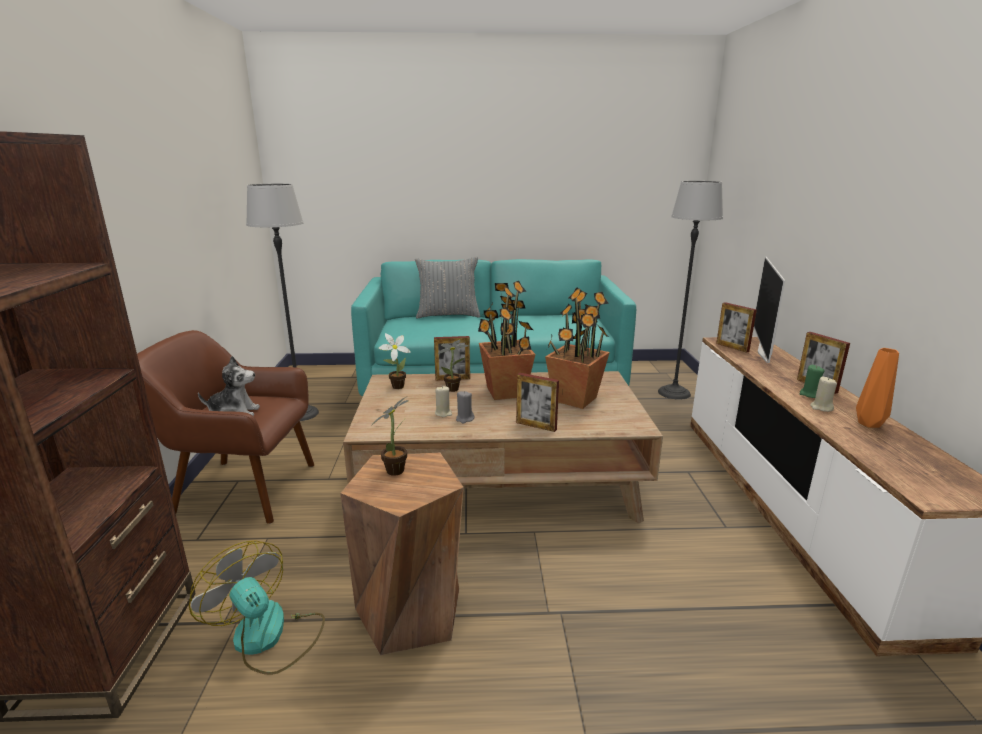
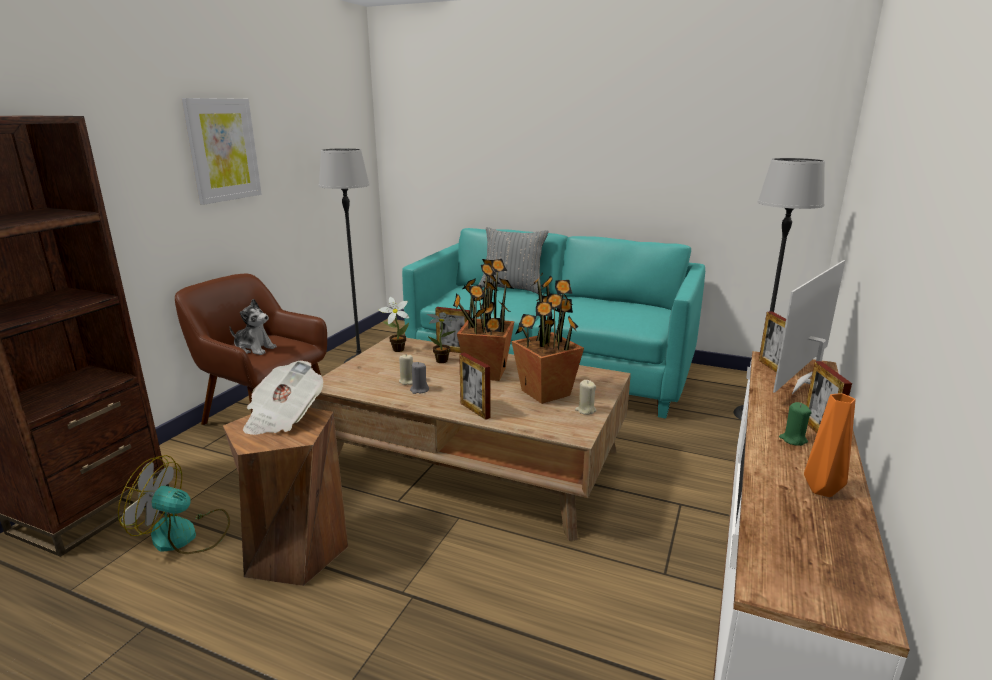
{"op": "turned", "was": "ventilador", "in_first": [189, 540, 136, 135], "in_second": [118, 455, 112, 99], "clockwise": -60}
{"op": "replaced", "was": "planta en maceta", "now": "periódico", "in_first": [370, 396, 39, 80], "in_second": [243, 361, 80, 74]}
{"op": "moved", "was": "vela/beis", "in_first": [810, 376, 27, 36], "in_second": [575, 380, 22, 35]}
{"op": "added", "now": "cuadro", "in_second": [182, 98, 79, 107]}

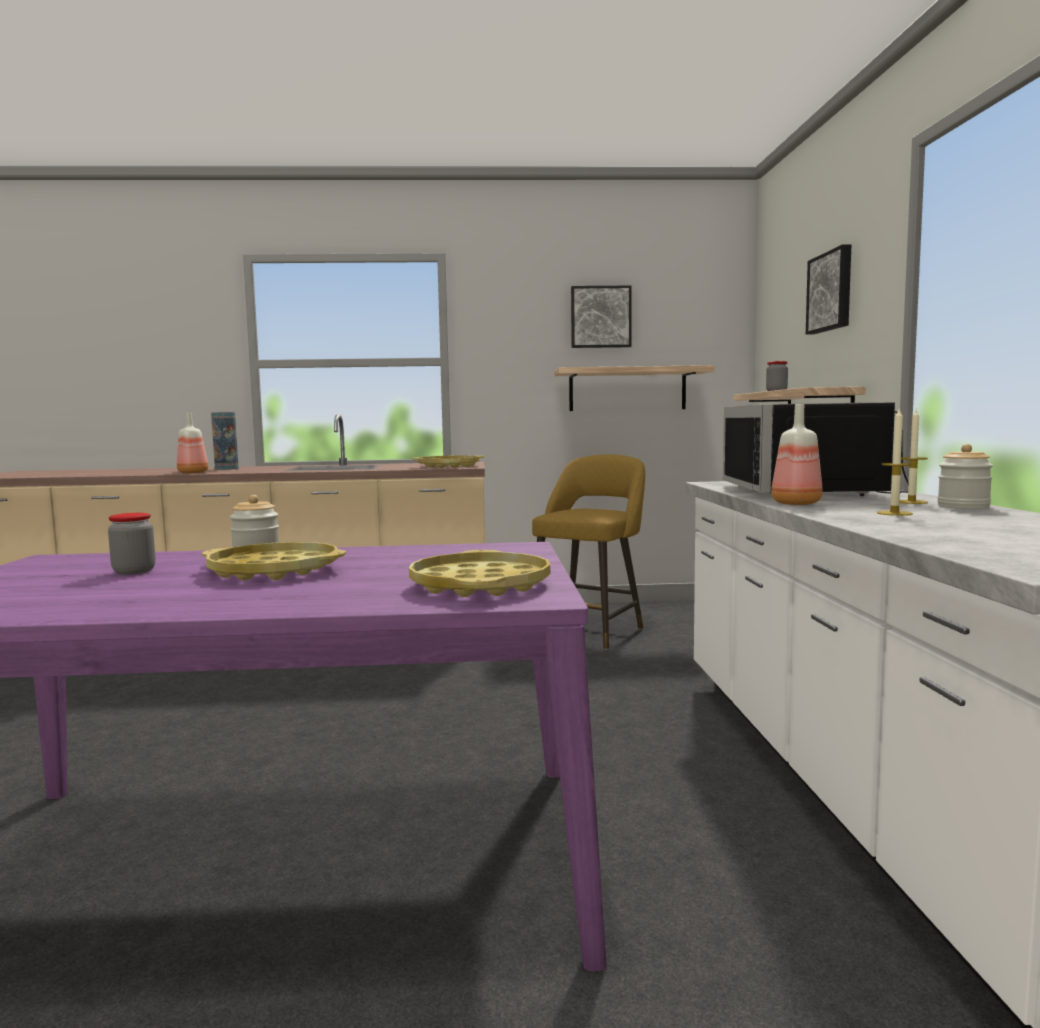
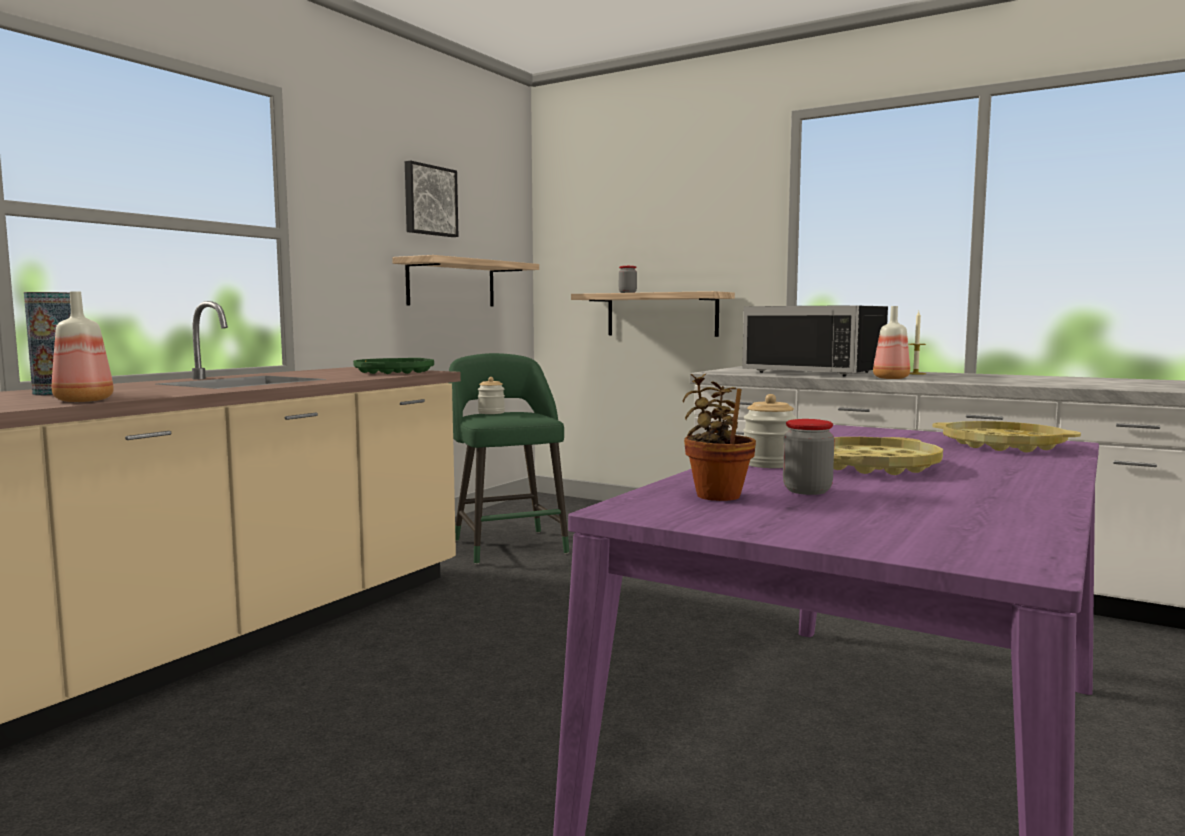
{"op": "recoloured", "was": "bandeja/amarillo", "now": "bandeja/verde", "in_first": [412, 455, 73, 13], "in_second": [353, 358, 81, 16]}
{"op": "recoloured", "was": "taburete/amarillo", "now": "taburete/verde", "in_first": [532, 454, 113, 196], "in_second": [449, 353, 120, 211]}
{"op": "removed", "was": "cuadro", "in_first": [806, 244, 45, 91]}
{"op": "removed", "was": "vela", "in_first": [877, 409, 36, 107]}
{"op": "moved", "was": "tarro", "in_first": [937, 444, 56, 65], "in_second": [478, 377, 27, 37]}
{"op": "added", "now": "planta en maceta", "in_second": [683, 374, 73, 127]}

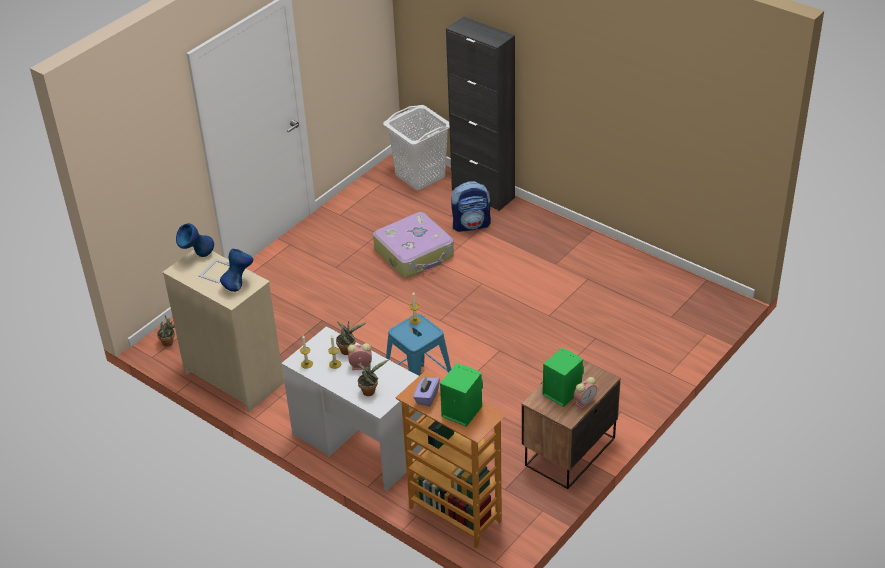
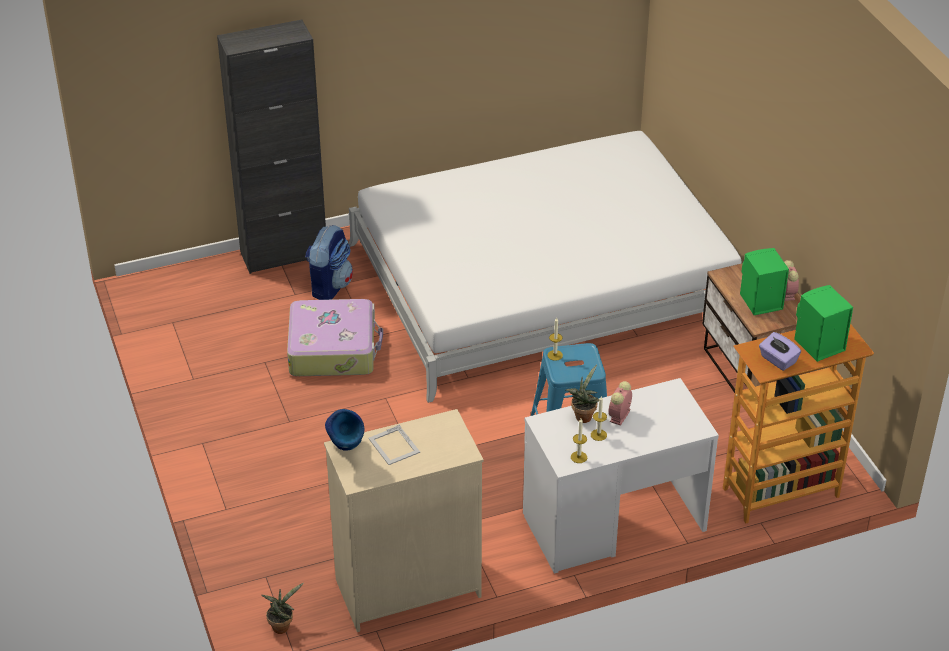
{"op": "removed", "was": "florero/azul", "in_first": [220, 249, 33, 43]}
{"op": "removed", "was": "planta en maceta", "in_first": [356, 360, 32, 36]}
{"op": "removed", "was": "cesto de la ropa/blanco", "in_first": [383, 105, 66, 85]}
{"op": "added", "now": "cama/blanco", "in_second": [348, 131, 393, 272]}

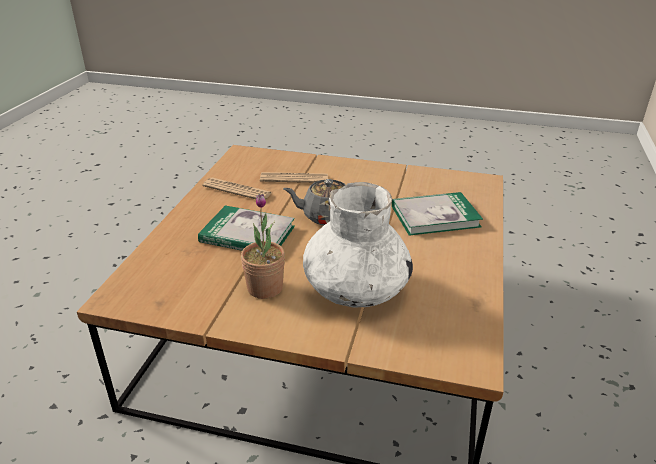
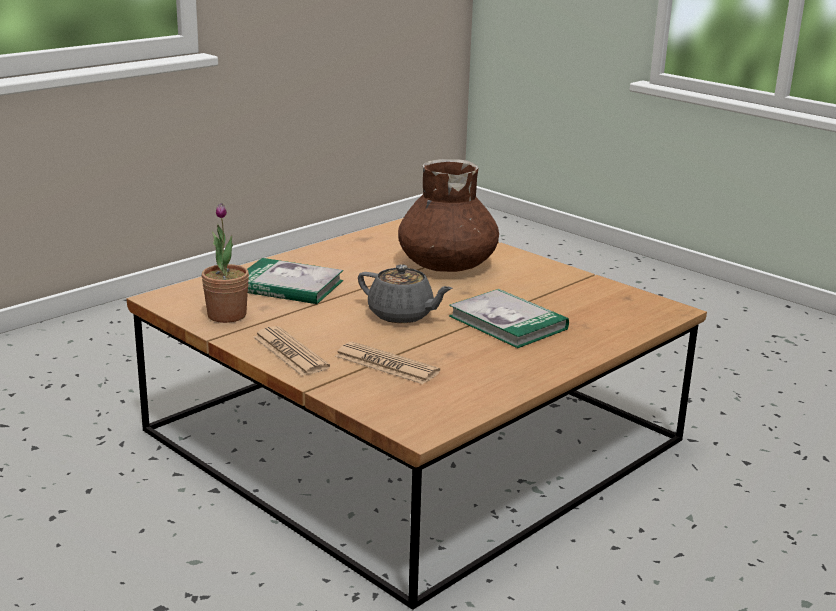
{"op": "moved", "was": "periódico", "in_first": [203, 178, 69, 22], "in_second": [253, 326, 77, 50]}
{"op": "moved", "was": "planta en maceta", "in_first": [241, 194, 44, 105], "in_second": [201, 203, 48, 120]}
{"op": "recoloured", "was": "florero/blanco", "now": "florero/marrón", "in_first": [303, 182, 110, 125], "in_second": [398, 159, 101, 113]}

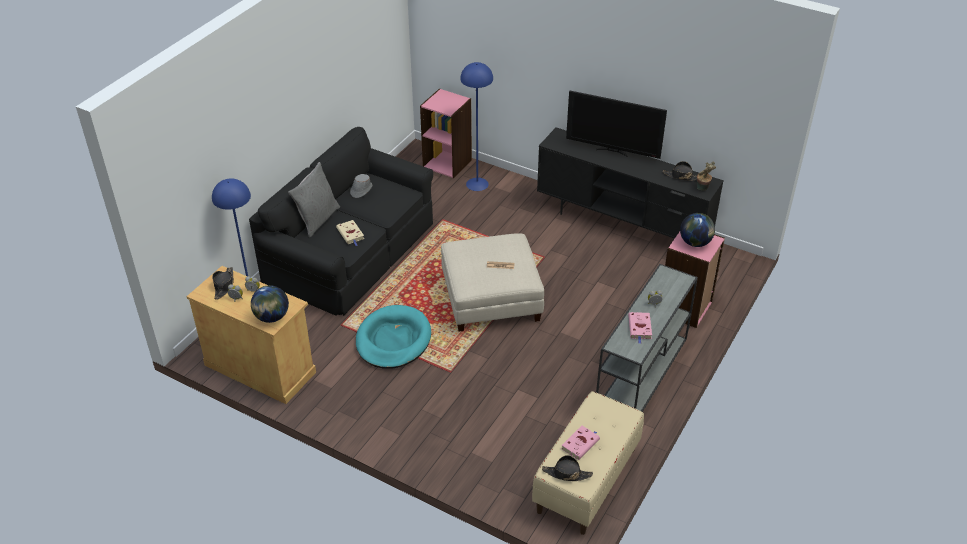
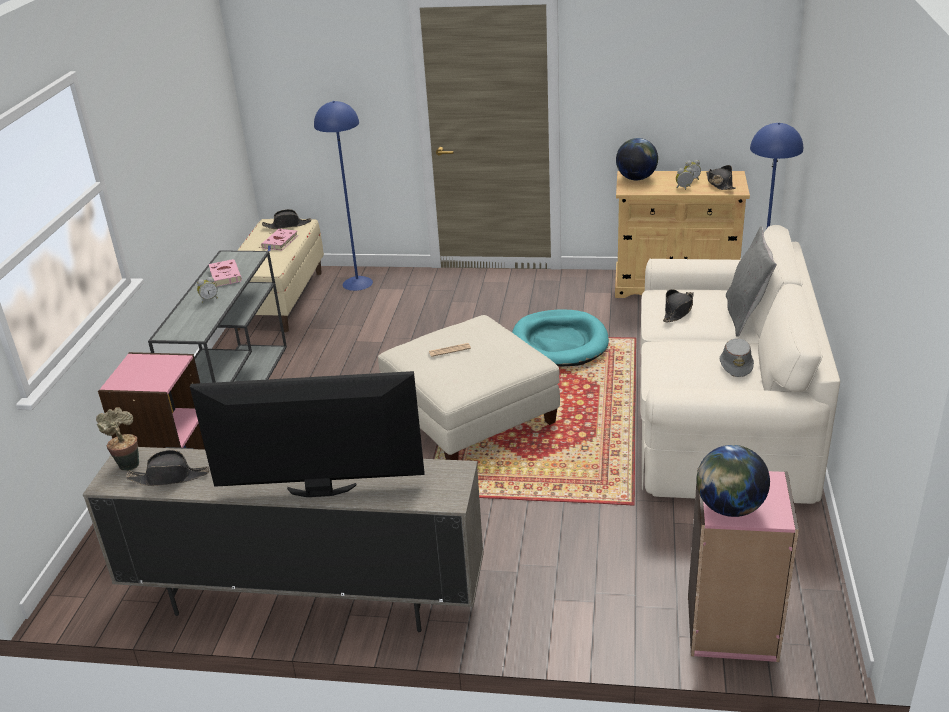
{"op": "recoloured", "was": "sofá/negro", "now": "sofá/beis", "in_first": [249, 127, 184, 189], "in_second": [641, 225, 199, 279]}
{"op": "replaced", "was": "libro/beis", "now": "sombrero/negro", "in_first": [336, 220, 28, 26], "in_second": [663, 289, 31, 33]}
{"op": "moved", "was": "lámpara de pie/azul", "in_first": [460, 62, 33, 129], "in_second": [314, 101, 59, 190]}
{"op": "recoloured", "was": "mueble de televisión/negro", "now": "mueble de televisión/beis", "in_first": [537, 127, 187, 112], "in_second": [83, 447, 401, 185]}
{"op": "moved", "was": "globo terráqueo", "in_first": [680, 213, 35, 34], "in_second": [696, 445, 74, 72]}

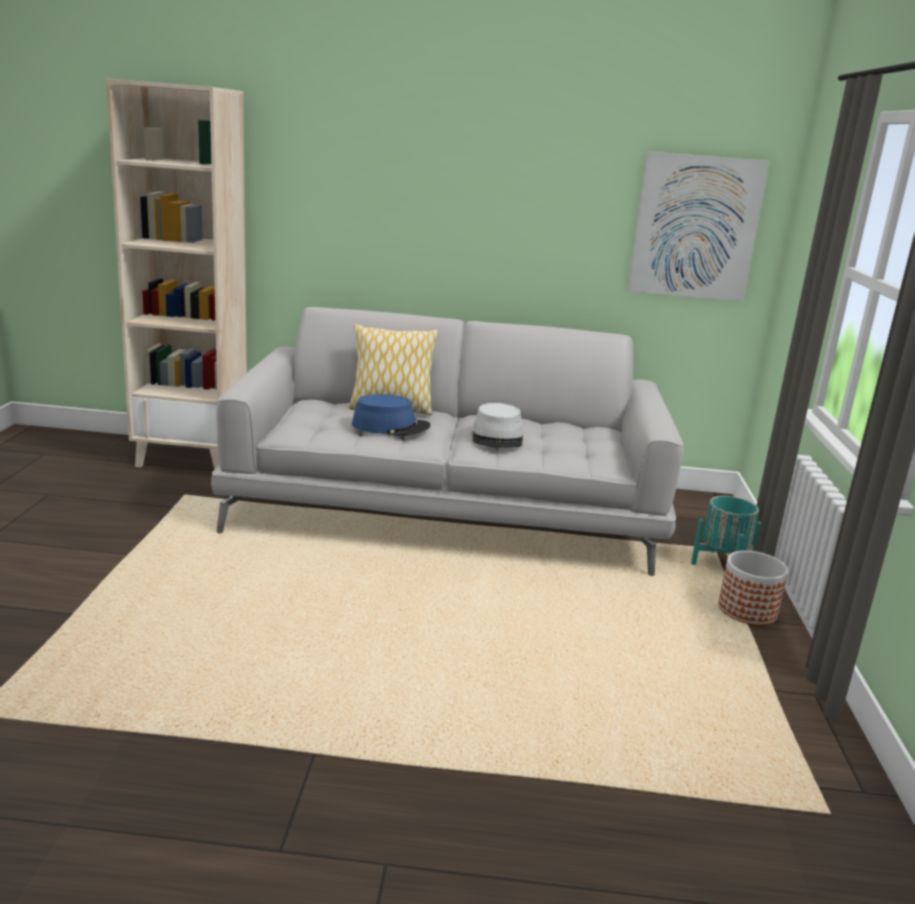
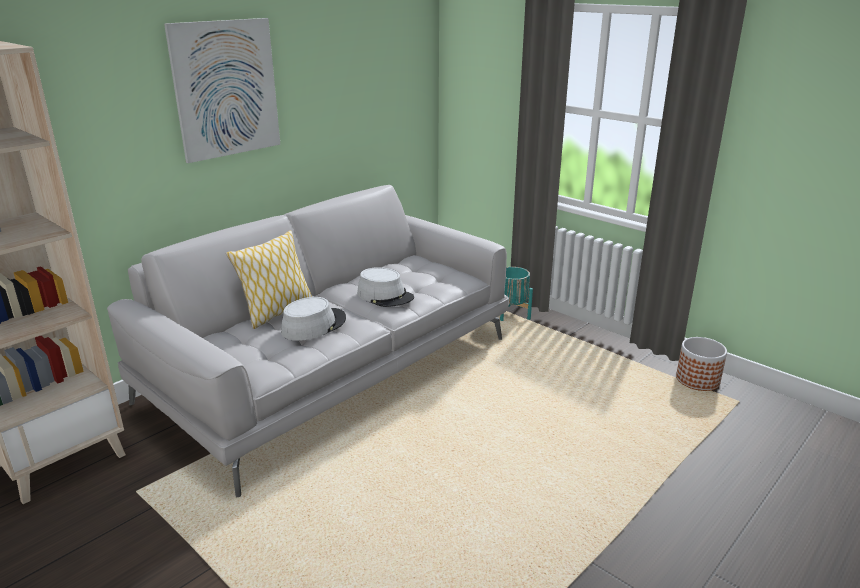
{"op": "recoloured", "was": "sombrero/azul", "now": "sombrero/gris", "in_first": [352, 394, 79, 42], "in_second": [281, 297, 65, 44]}
{"op": "moved", "was": "cuadro", "in_first": [627, 152, 142, 149], "in_second": [164, 18, 116, 145]}
{"op": "moved", "was": "maceta", "in_first": [718, 550, 70, 76], "in_second": [676, 337, 51, 54]}

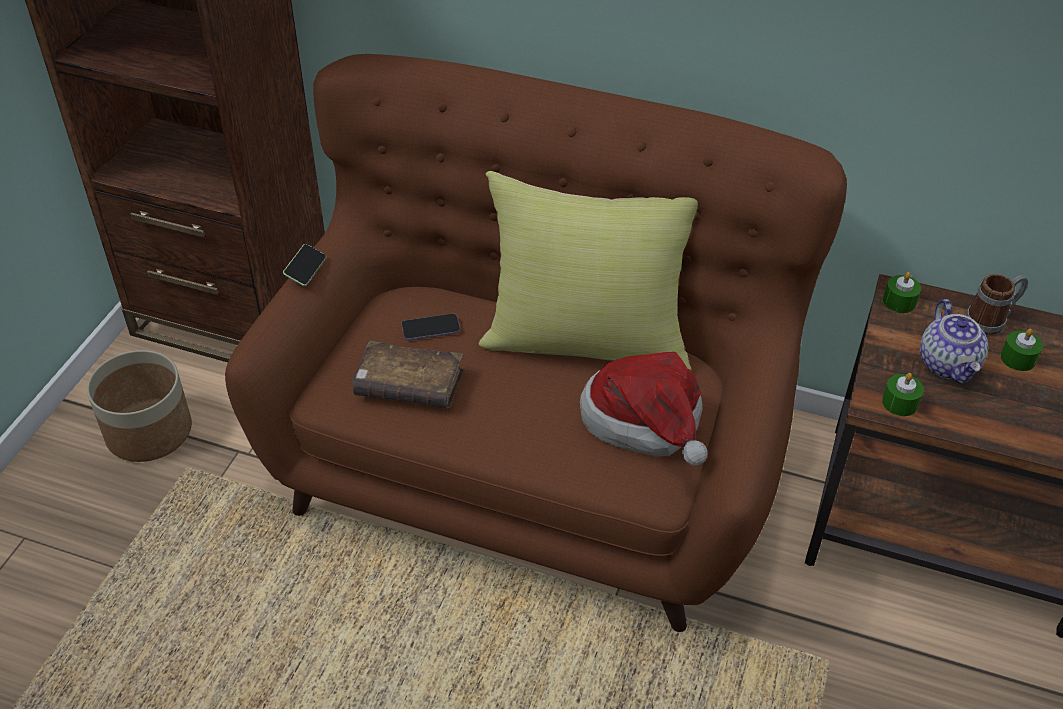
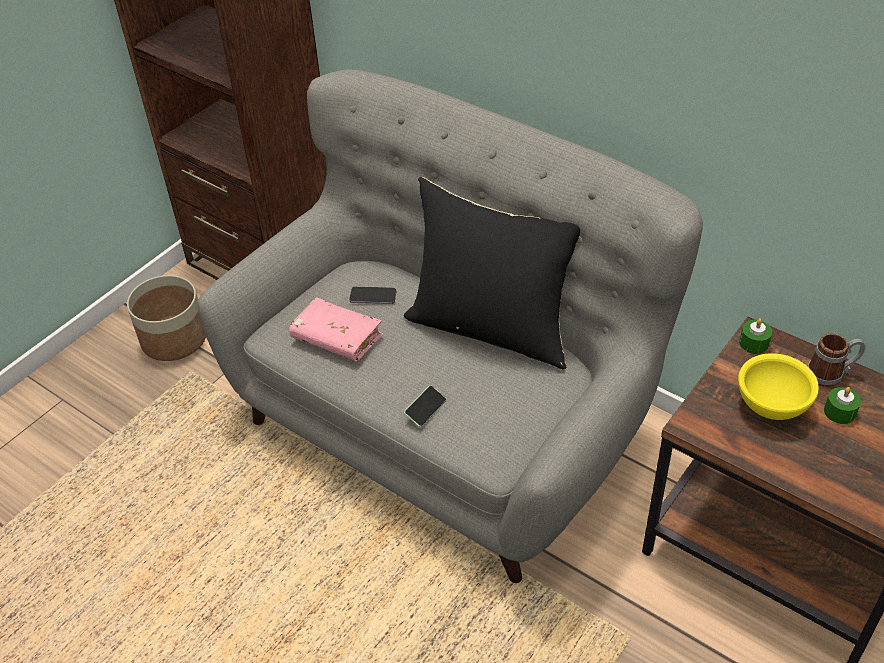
{"op": "recoloured", "was": "sofá/marrón", "now": "sofá/gris", "in_first": [225, 54, 622, 578], "in_second": [198, 69, 505, 514]}
{"op": "moved", "was": "móvil", "in_first": [283, 244, 43, 42], "in_second": [404, 385, 42, 42]}
{"op": "recoloured", "was": "libro/marrón", "now": "libro/rosa", "in_first": [352, 341, 112, 68], "in_second": [289, 297, 94, 64]}
{"op": "recoloured", "was": "cojín/amarillo", "now": "cojín/negro", "in_first": [478, 171, 220, 199], "in_second": [404, 177, 176, 193]}
{"op": "removed", "was": "sombrero", "in_first": [580, 352, 128, 114]}
{"op": "removed", "was": "vela/verde", "in_first": [882, 373, 42, 43]}
{"op": "replaced", "was": "tetera", "now": "cuenco/amarillo", "in_first": [920, 299, 68, 85], "in_second": [738, 353, 81, 67]}

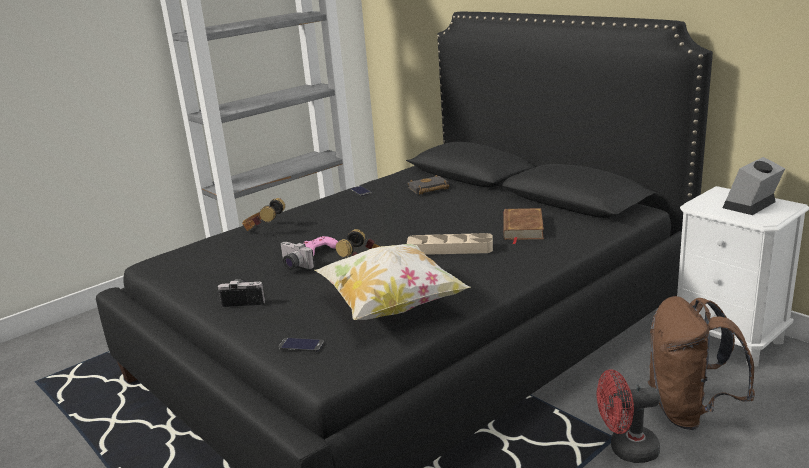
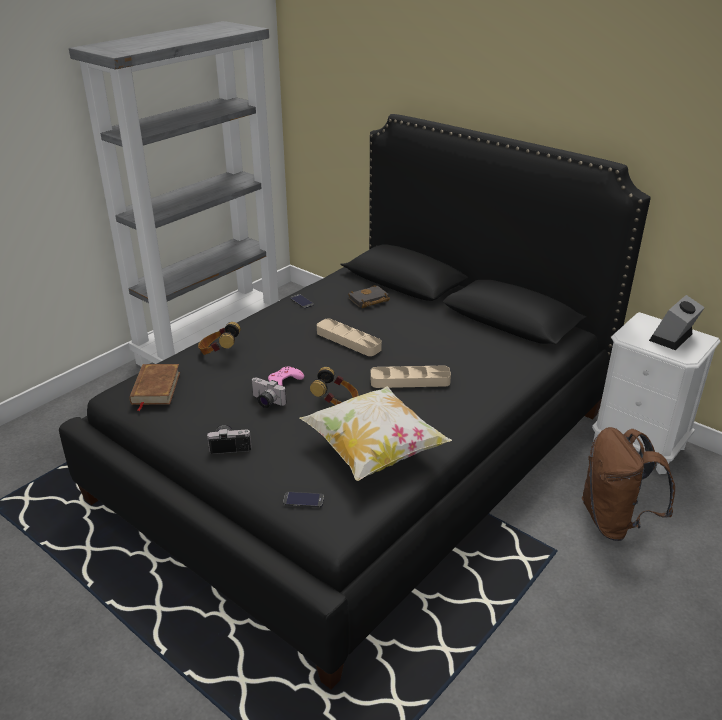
{"op": "moved", "was": "libro/marrón", "in_first": [503, 208, 41, 36], "in_second": [129, 364, 51, 47]}
{"op": "removed", "was": "ventilador/rojo", "in_first": [597, 369, 63, 94]}
{"op": "added", "now": "bandeja/beis", "in_second": [317, 318, 65, 38]}

